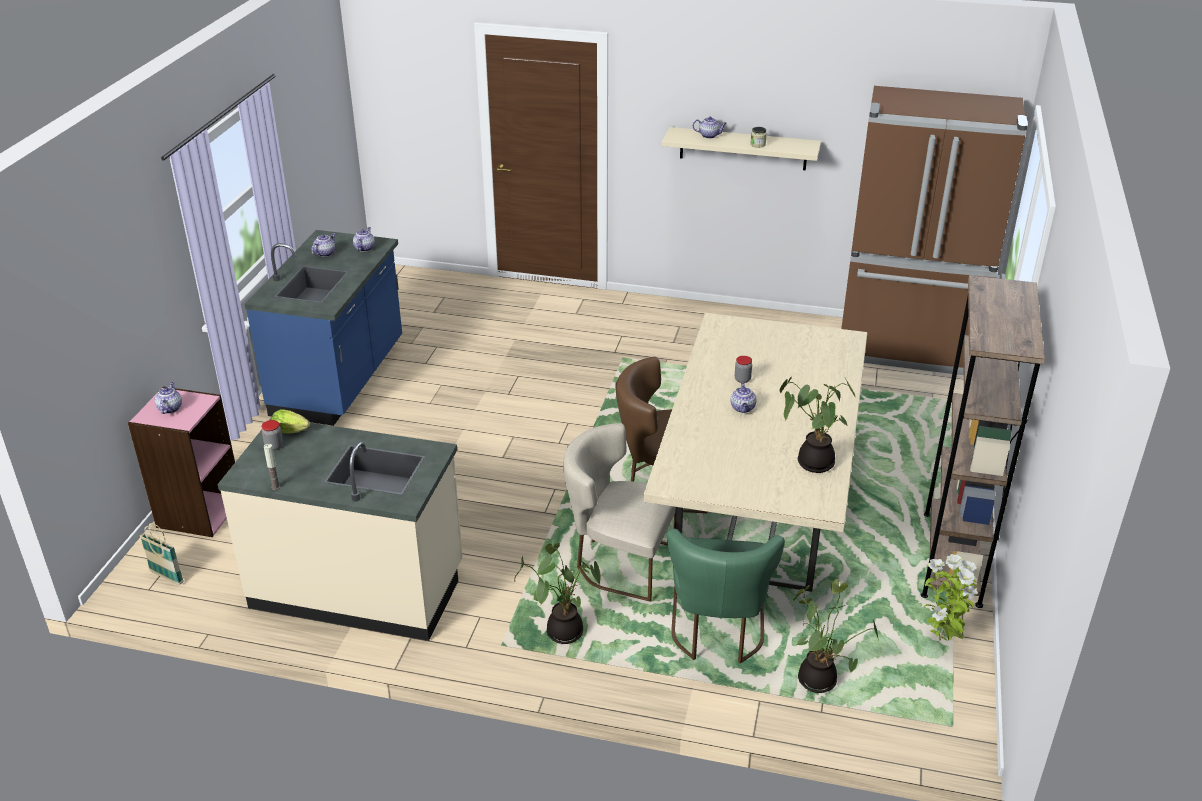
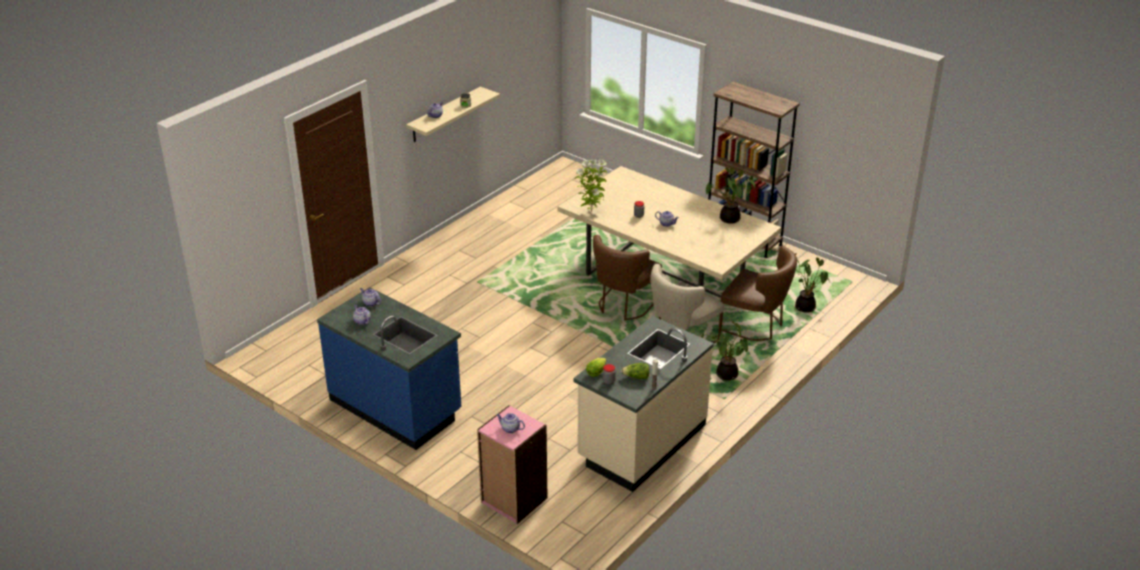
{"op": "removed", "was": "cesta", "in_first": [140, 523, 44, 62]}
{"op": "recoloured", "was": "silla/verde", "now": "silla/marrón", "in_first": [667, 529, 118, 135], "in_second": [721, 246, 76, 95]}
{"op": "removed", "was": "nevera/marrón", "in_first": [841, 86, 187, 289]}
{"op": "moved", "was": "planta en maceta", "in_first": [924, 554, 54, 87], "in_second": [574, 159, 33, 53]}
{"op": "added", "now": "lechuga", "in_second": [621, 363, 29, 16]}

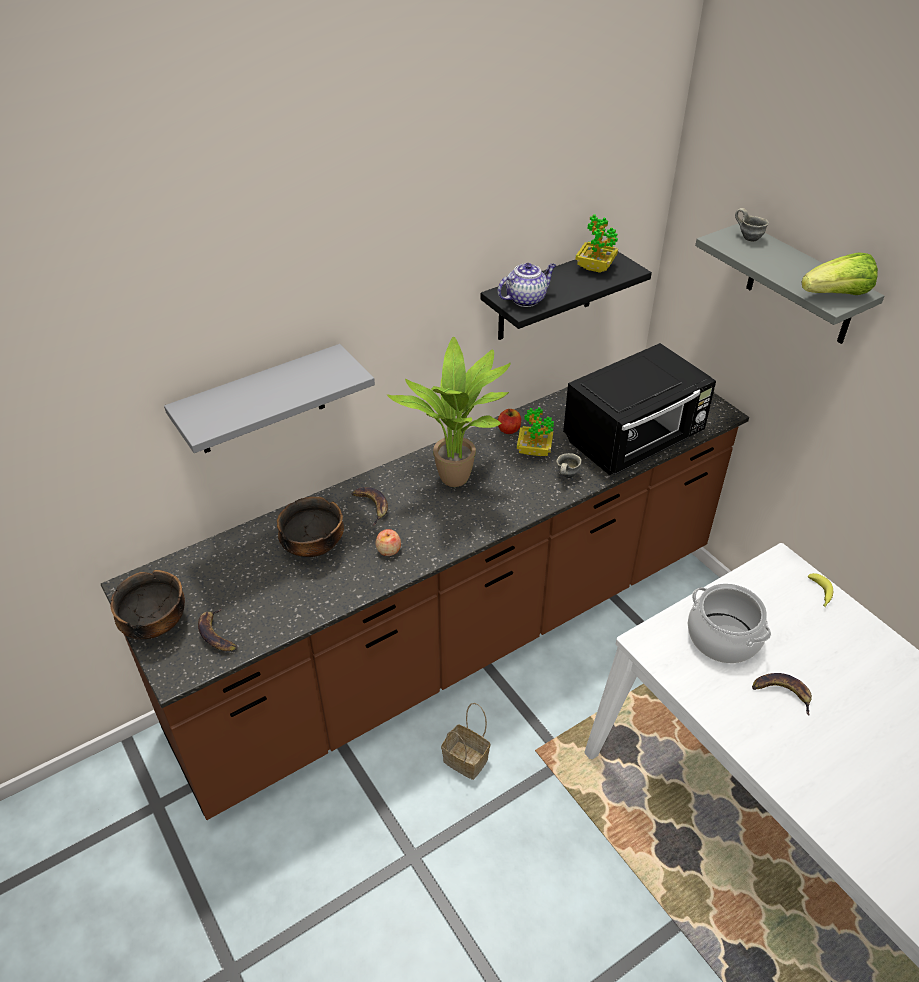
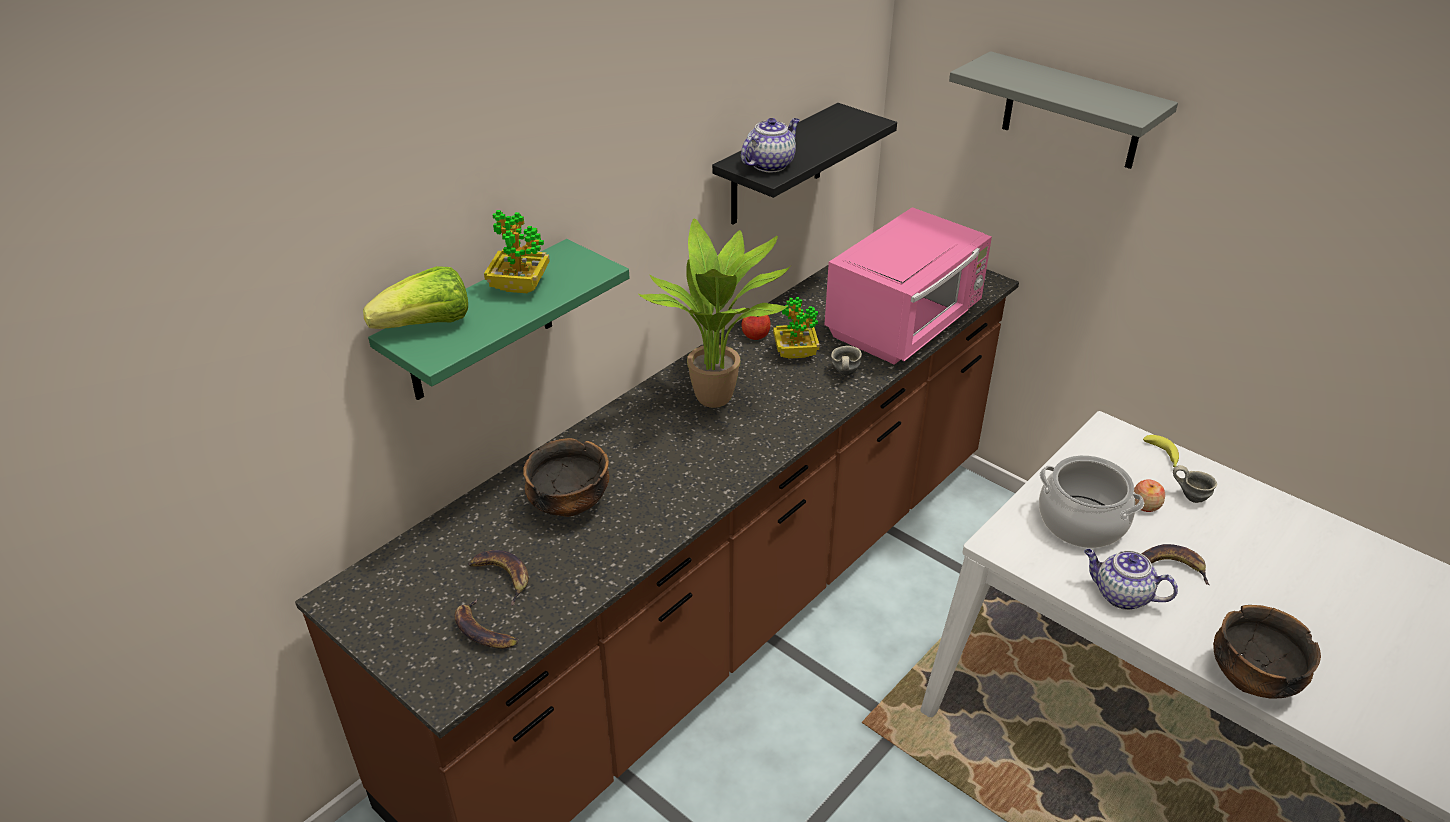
{"op": "moved", "was": "cuenco", "in_first": [111, 570, 74, 69], "in_second": [1213, 605, 108, 94]}
{"op": "recoloured", "was": "estante/gris", "now": "estante/verde", "in_first": [164, 344, 211, 109], "in_second": [368, 239, 261, 161]}
{"op": "moved", "was": "plátano", "in_first": [352, 487, 36, 39], "in_second": [468, 550, 61, 56]}
{"op": "moved", "was": "manzana", "in_first": [376, 529, 25, 27], "in_second": [1134, 479, 31, 33]}
{"op": "removed", "was": "cesta", "in_first": [441, 703, 49, 77]}
{"op": "recoloured", "was": "microondas/negro", "now": "microondas/rosa", "in_first": [563, 343, 153, 132], "in_second": [825, 207, 167, 158]}
{"op": "moved", "was": "planta en maceta", "in_first": [575, 214, 43, 59], "in_second": [484, 210, 66, 84]}
{"op": "moved", "was": "taza grande/gris", "in_first": [735, 208, 34, 34], "in_second": [1173, 465, 44, 38]}
{"op": "moved", "was": "lechuga", "in_first": [802, 252, 76, 43], "in_second": [363, 266, 105, 63]}
{"op": "added", "now": "tetera", "in_second": [1084, 549, 94, 61]}

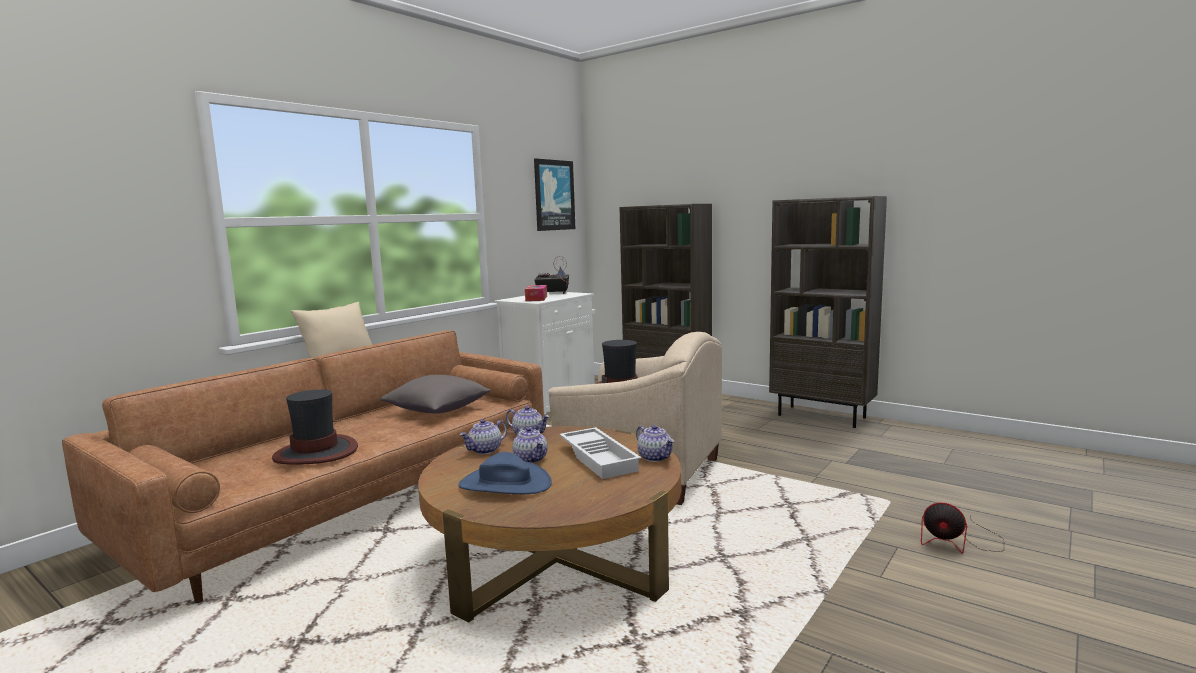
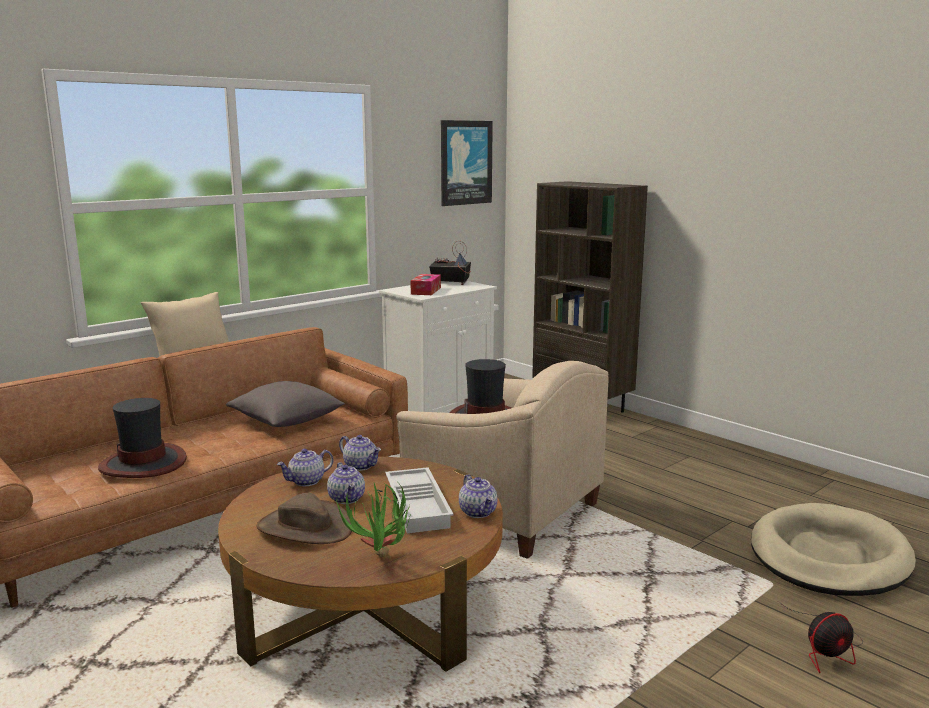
{"op": "recoloured", "was": "sombrero/azul", "now": "sombrero/marrón", "in_first": [458, 452, 94, 42], "in_second": [256, 493, 96, 51]}
{"op": "removed", "was": "estantería/marrón", "in_first": [769, 196, 118, 232]}
{"op": "turned", "was": "ventilador", "in_first": [921, 503, 83, 50], "in_second": [778, 601, 85, 72], "clockwise": -60}
{"op": "added", "now": "planta en maceta", "in_second": [336, 480, 76, 77]}
{"op": "added", "now": "cama para perro/beis", "in_second": [751, 503, 165, 93]}

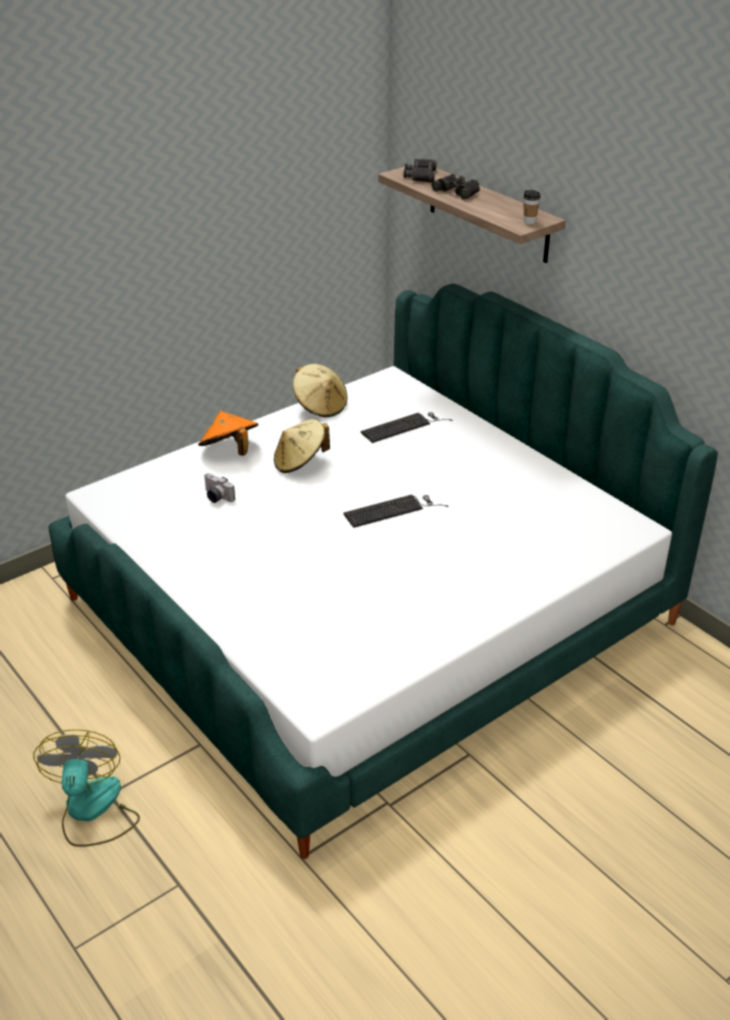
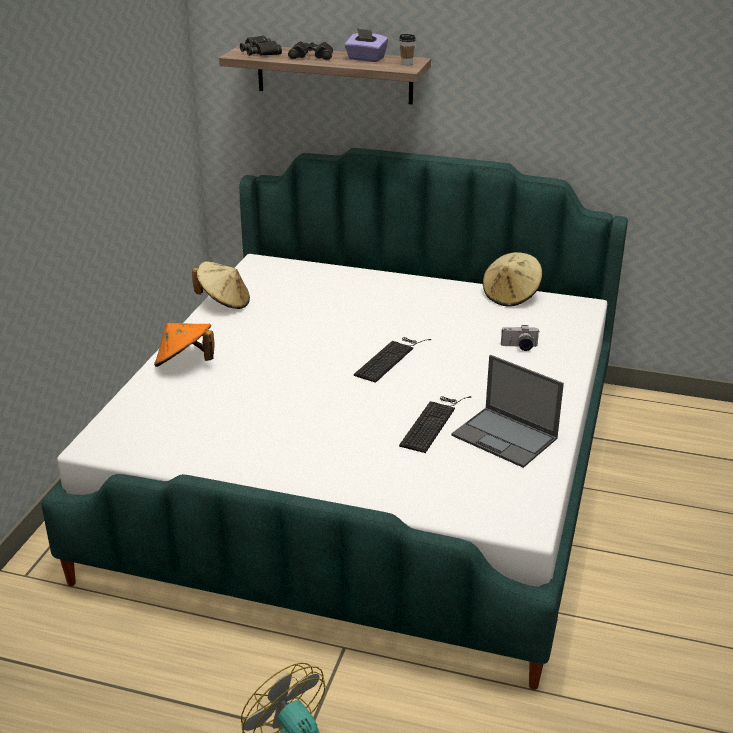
{"op": "moved", "was": "cámara", "in_first": [204, 473, 31, 30], "in_second": [501, 325, 39, 26]}
{"op": "moved", "was": "sombrero/beis", "in_first": [274, 419, 56, 54], "in_second": [483, 252, 60, 55]}
{"op": "moved", "was": "teclado", "in_first": [361, 412, 92, 31], "in_second": [399, 396, 72, 57]}
{"op": "added", "now": "caja de pañuelos/morado", "in_second": [344, 28, 44, 34]}
{"op": "added", "now": "portátil", "in_second": [451, 355, 113, 113]}

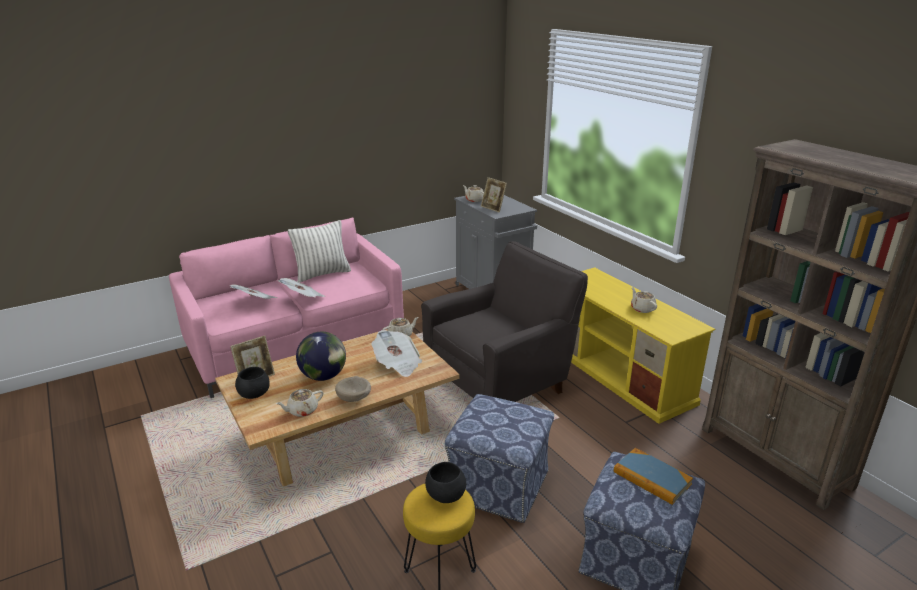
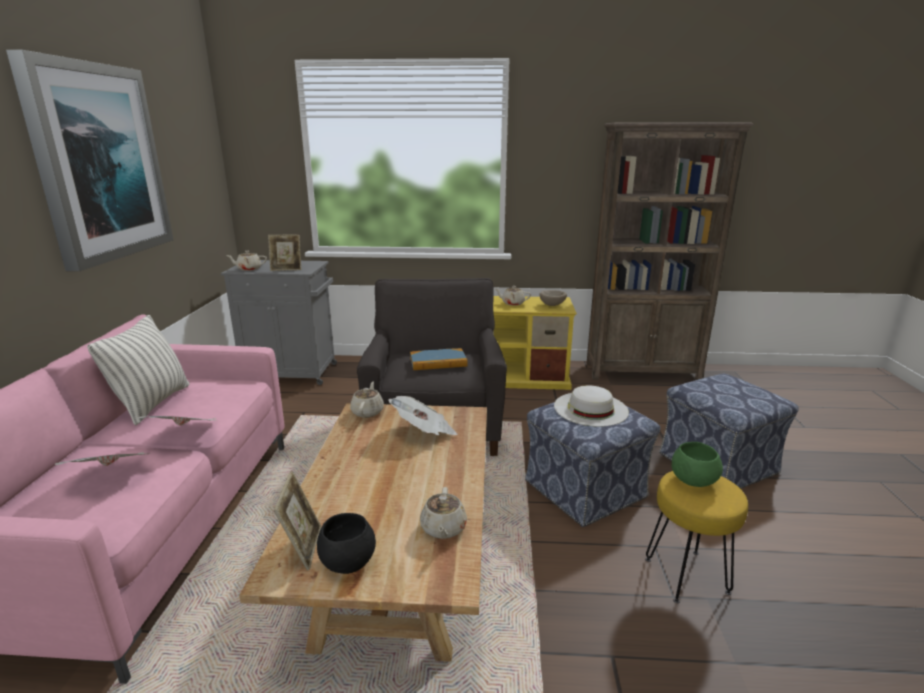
{"op": "removed", "was": "globo terráqueo", "in_first": [296, 332, 50, 49]}
{"op": "moved", "was": "cuenco/beis", "in_first": [335, 376, 36, 26], "in_second": [539, 290, 28, 16]}
{"op": "recoloured", "was": "cuenco/negro", "now": "cuenco/verde", "in_first": [425, 462, 41, 41], "in_second": [672, 442, 51, 45]}
{"op": "moved", "was": "libro", "in_first": [614, 448, 79, 57], "in_second": [410, 348, 58, 22]}
{"op": "added", "now": "cuadro", "in_second": [6, 50, 167, 221]}
{"op": "added", "now": "sombrero/blanco", "in_second": [554, 385, 75, 42]}

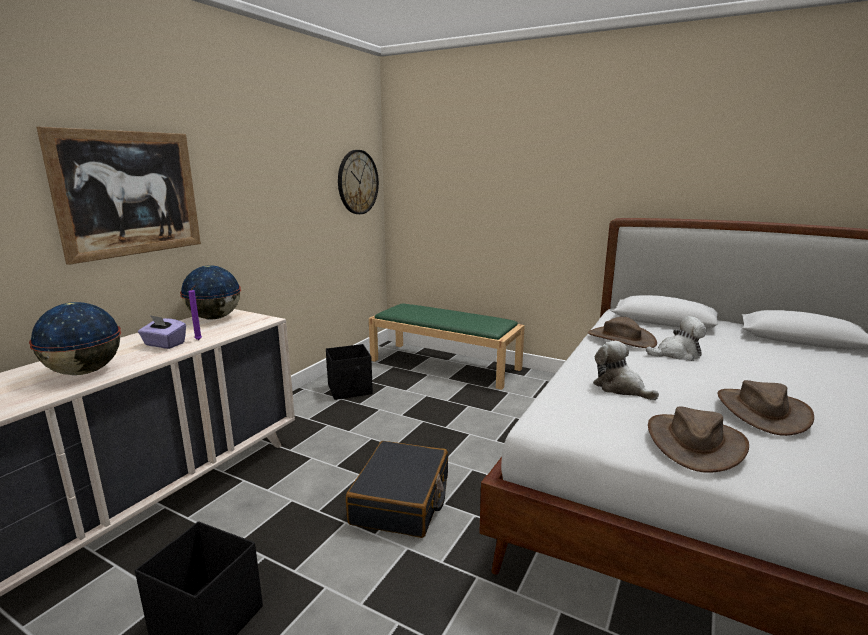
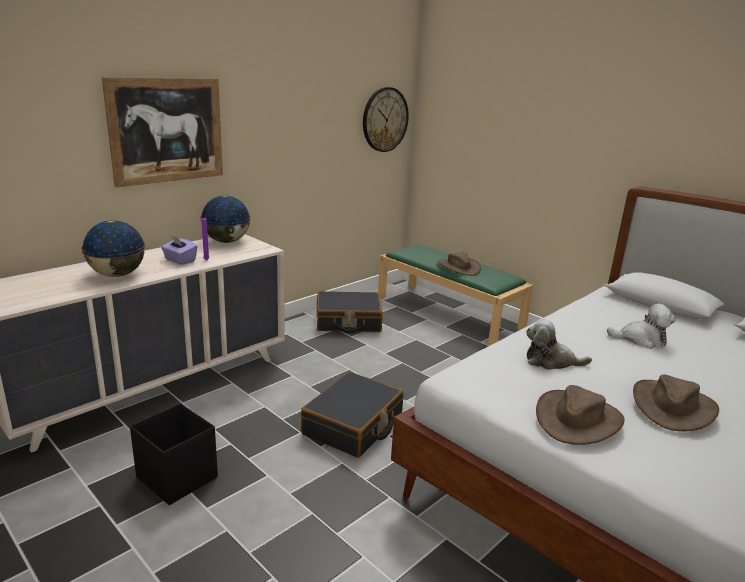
{"op": "replaced", "was": "caja de almacenaje/negro", "now": "maleta/negro", "in_first": [326, 344, 47, 56], "in_second": [317, 291, 66, 42]}
{"op": "moved", "was": "sombrero/marrón", "in_first": [588, 317, 69, 31], "in_second": [438, 252, 43, 24]}
{"op": "turned", "was": "peluche", "in_first": [593, 341, 66, 59], "in_second": [526, 319, 66, 50], "clockwise": -60}

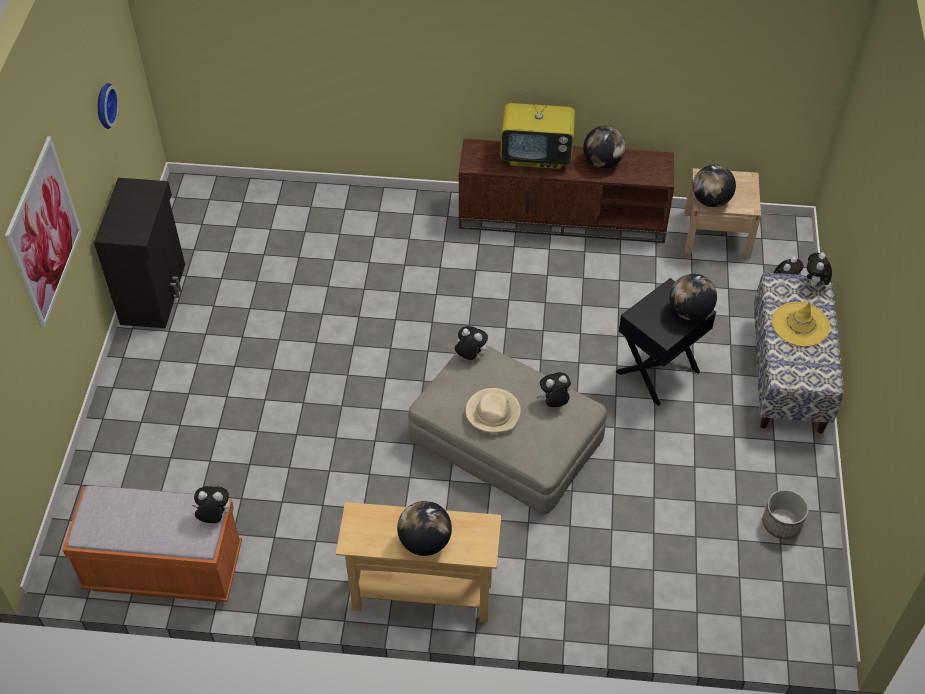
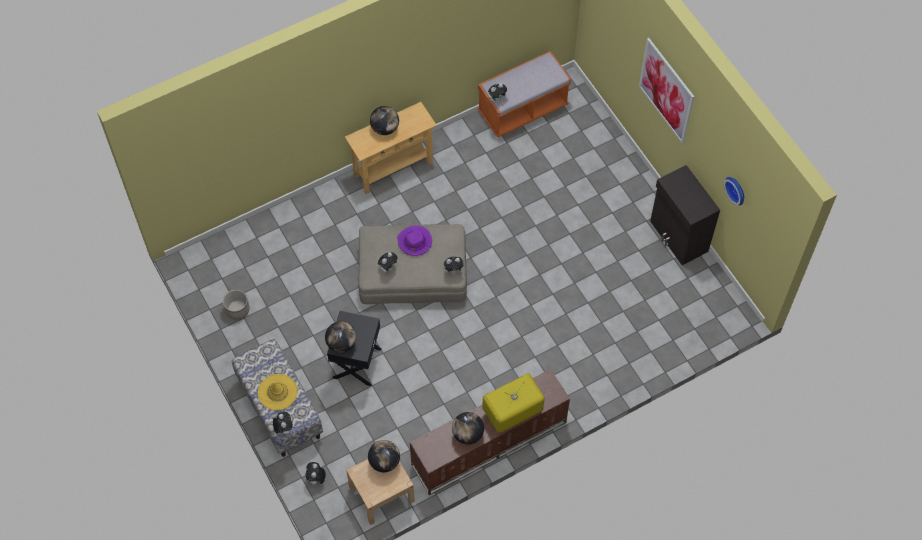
{"op": "recoloured", "was": "sombrero/beis", "now": "sombrero/morado", "in_first": [466, 388, 55, 45], "in_second": [397, 226, 35, 30]}

